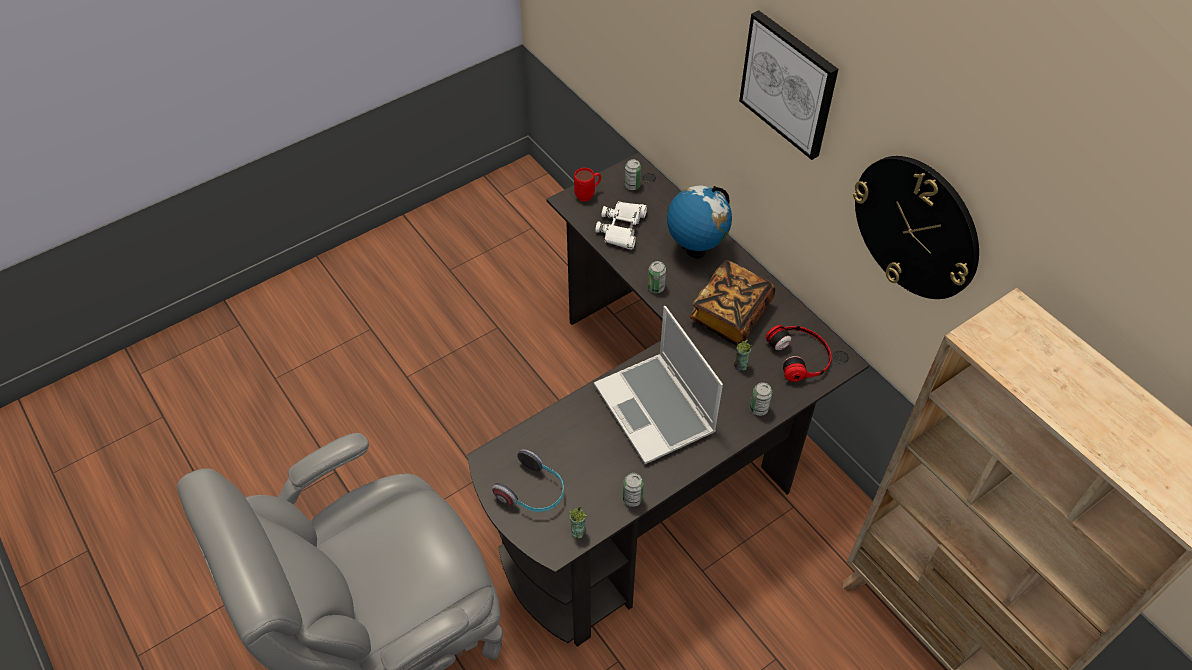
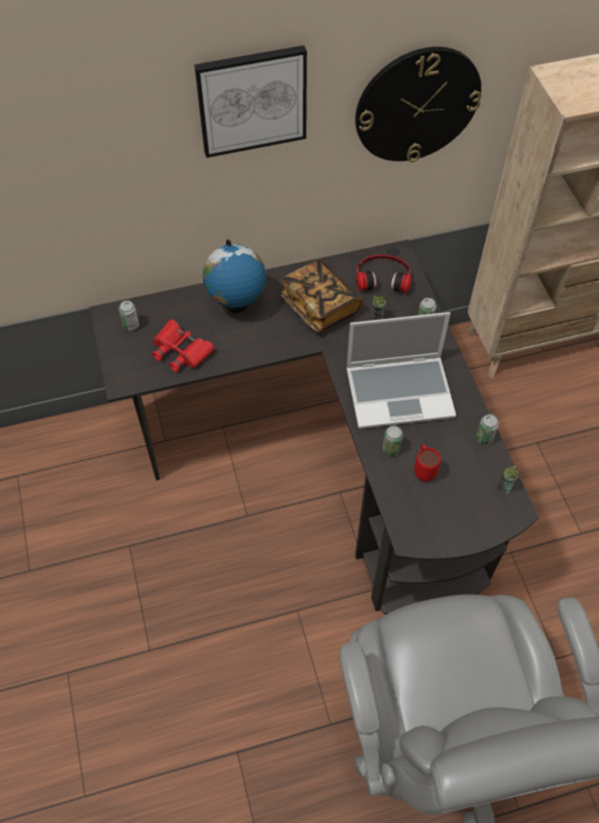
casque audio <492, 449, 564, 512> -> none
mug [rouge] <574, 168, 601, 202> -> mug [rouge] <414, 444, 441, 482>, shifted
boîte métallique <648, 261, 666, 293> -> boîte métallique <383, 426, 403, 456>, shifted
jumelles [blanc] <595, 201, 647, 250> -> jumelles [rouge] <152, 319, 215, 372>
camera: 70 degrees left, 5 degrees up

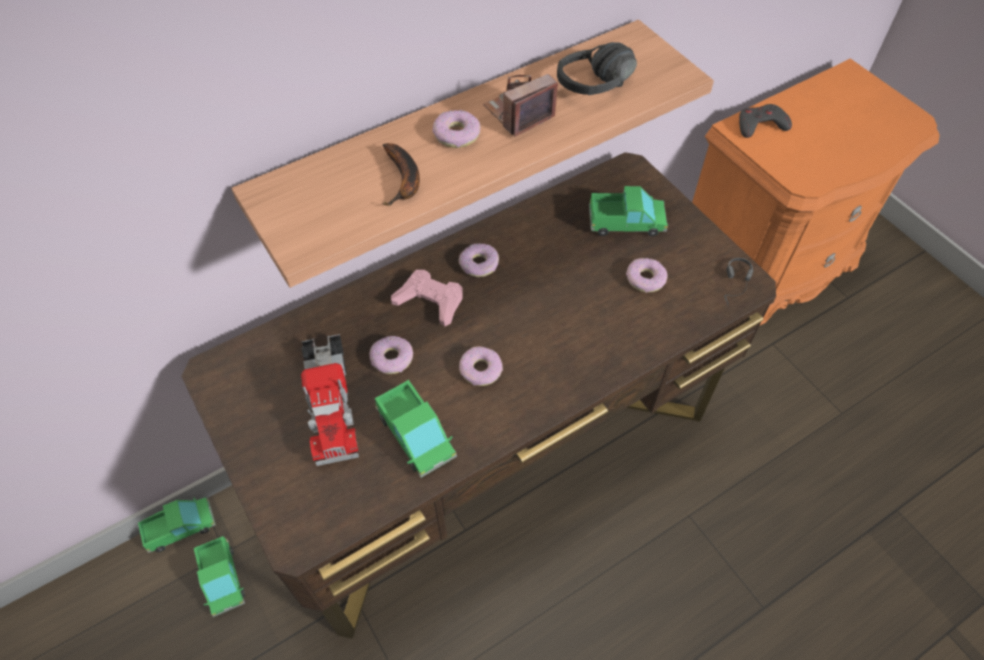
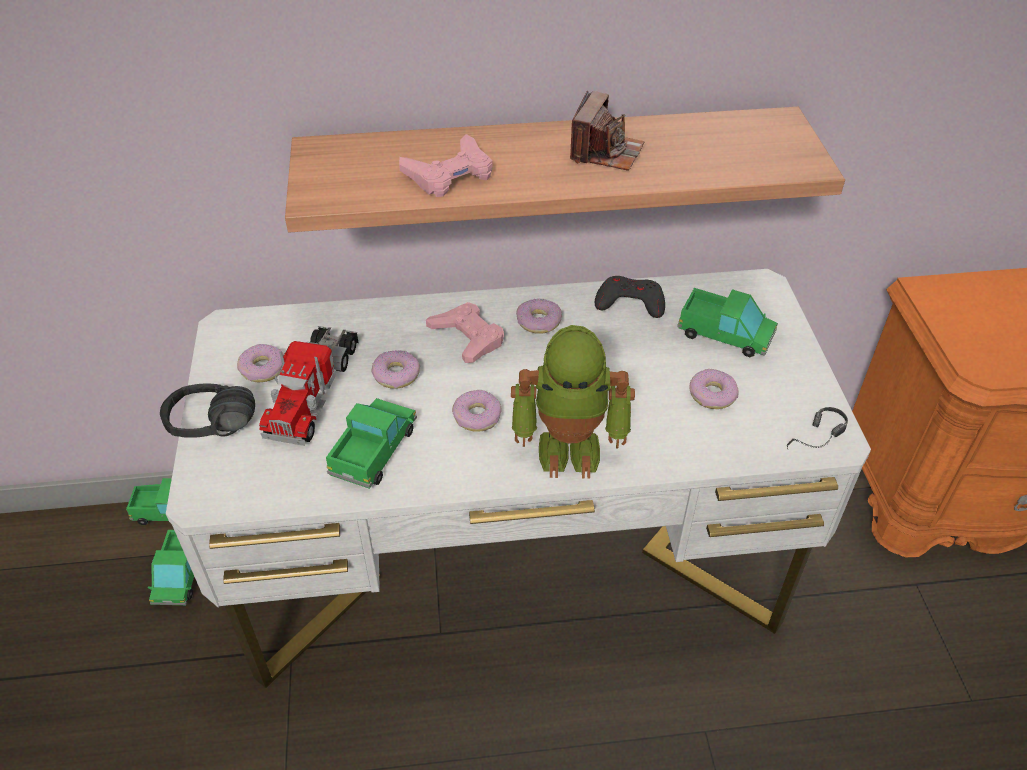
none -> robot jouet <511, 325, 635, 479>
beignet <433, 110, 481, 148> -> beignet <237, 344, 284, 382>, shifted
casque audio [noir] <557, 42, 637, 95> -> casque audio [noir] <160, 383, 255, 438>, shifted
manette [gris] <739, 104, 792, 138> -> manette [gris] <595, 276, 665, 318>, shifted
banane <382, 143, 420, 206> -> manette [rose] <399, 134, 493, 197>
bureau [marron] <181, 152, 776, 639> -> bureau [blanc] <166, 269, 871, 688>
camion jouet <375, 380, 457, 478> -> camion jouet <326, 398, 417, 489>, 150 degrees counterclockwise
appareil photo <483, 74, 558, 137> -> appareil photo <570, 91, 645, 171>, 120 degrees clockwise
camera: 25 degrees right, 10 degrees down

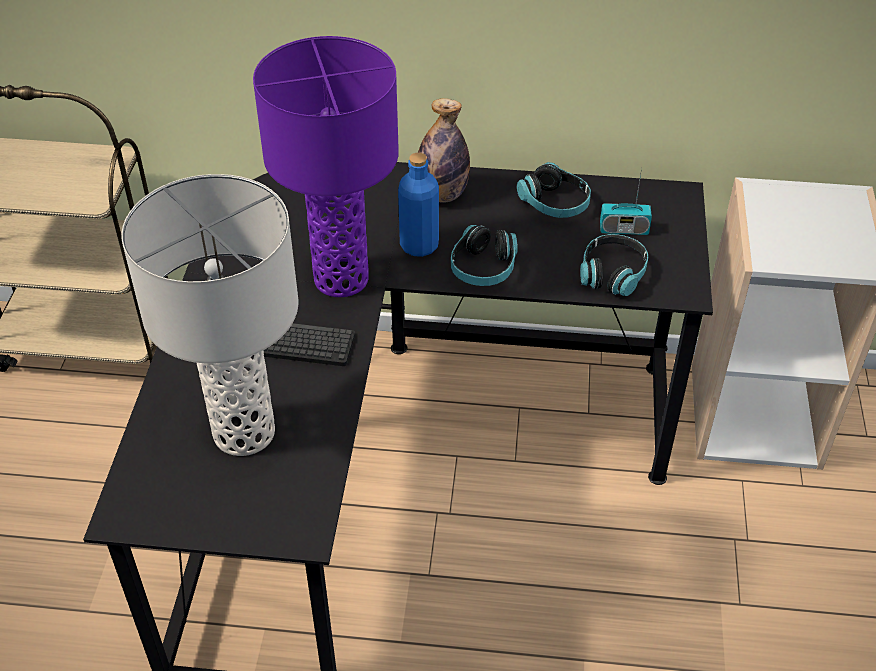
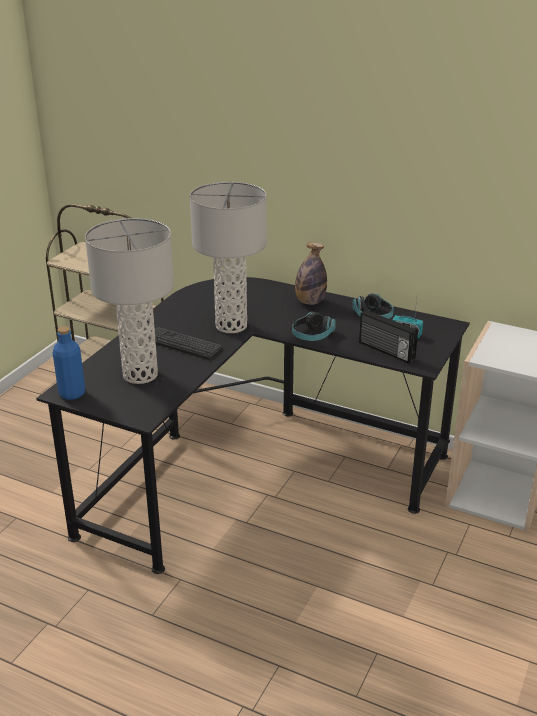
bouteille [bleu] <398, 153, 439, 257> -> bouteille [bleu] <53, 326, 85, 400>, shifted
casque audio <580, 234, 648, 296> -> radio <359, 309, 418, 363>
lampe de table [violet] <253, 36, 399, 297> -> lampe de table [blanc] <190, 182, 266, 333>
camera: 20 degrees right, 15 degrees down

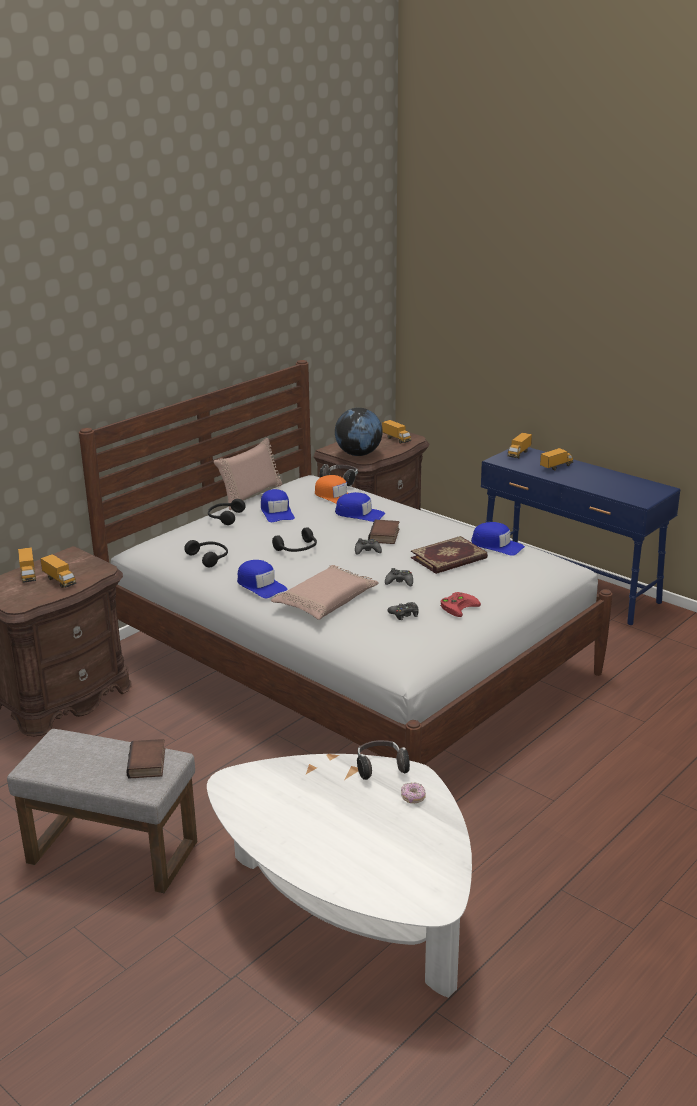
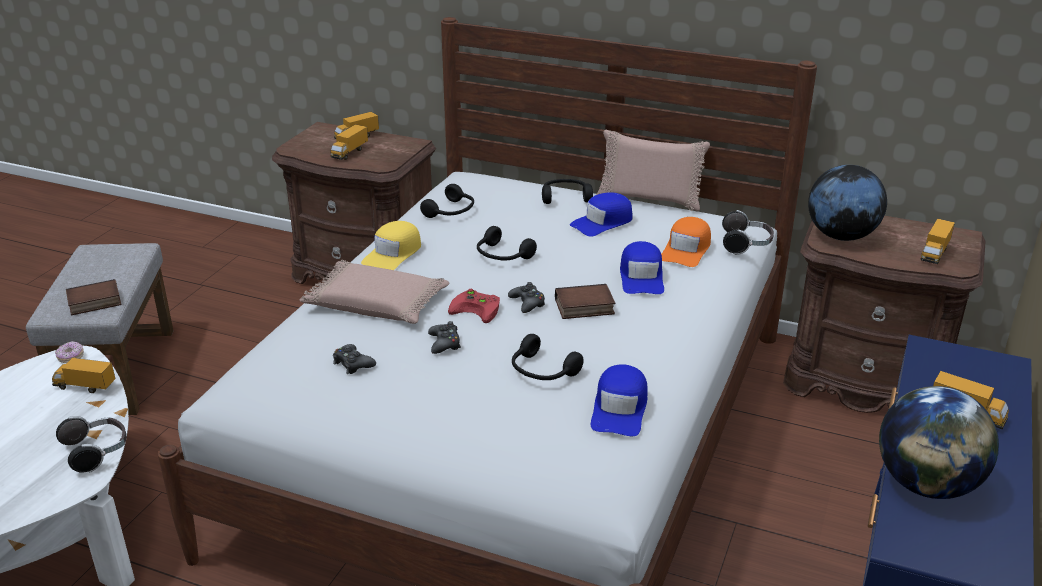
none -> globe <879, 386, 999, 499>
beignet <401, 782, 426, 803> -> beignet <55, 341, 84, 363>, shifted
manette [rouge] <440, 592, 481, 617> -> manette [rouge] <448, 289, 500, 323>, shifted
camion jouet <507, 433, 532, 458> -> camion jouet <52, 358, 116, 393>, shifted
livre <411, 536, 488, 574> -> casque audio [noir] <512, 334, 584, 380>
casquette [bleu] <237, 560, 288, 598> -> casquette [jaune] <361, 221, 421, 270>
camera: 70 degrees right, 5 degrees up

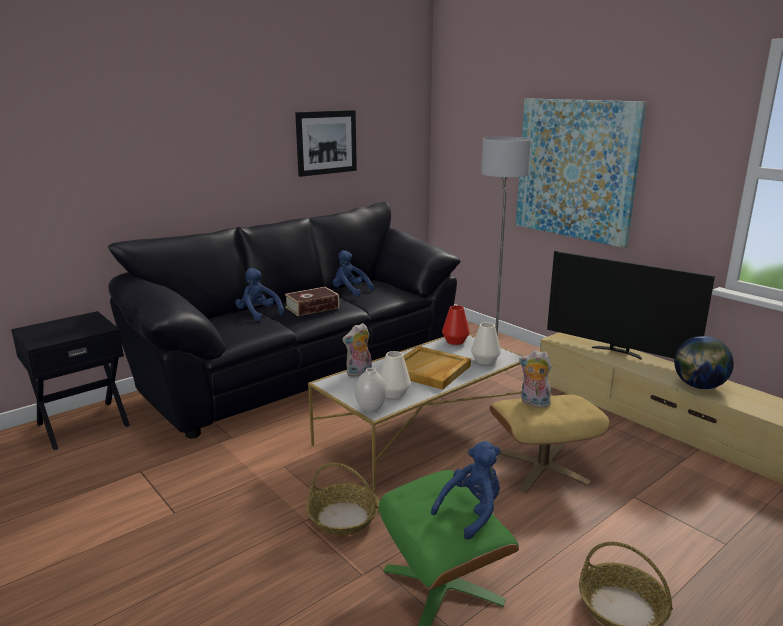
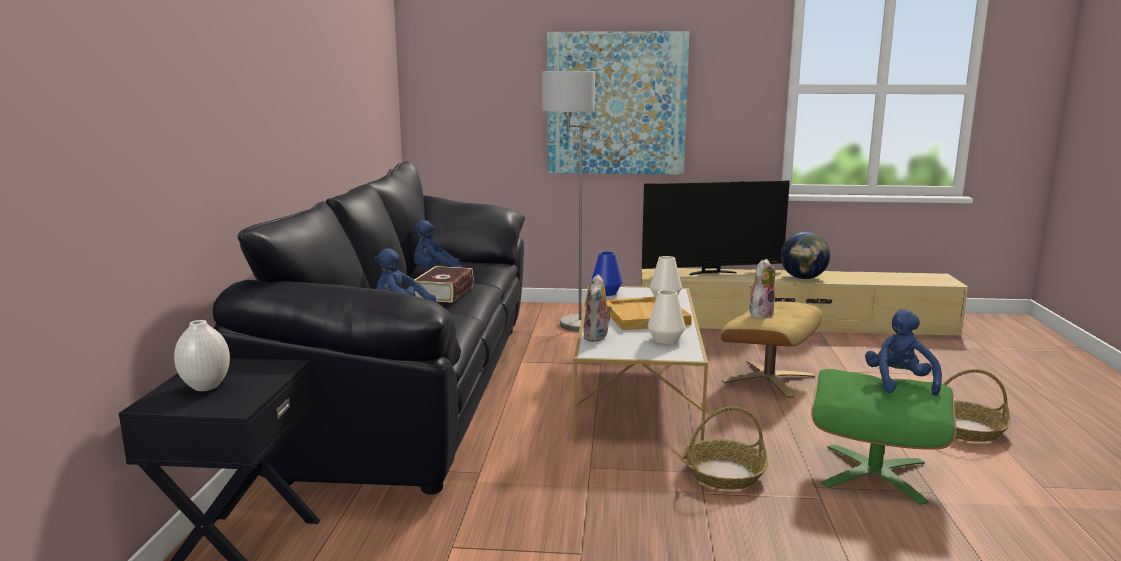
tableau <295, 110, 357, 177> -> none
vase [blanc] <355, 368, 387, 413> -> vase [blanc] <174, 320, 230, 391>, shifted
vase [rouge] <442, 305, 470, 345> -> vase [bleu] <591, 252, 622, 296>
peluche <519, 350, 552, 408> -> peluche <749, 259, 775, 318>, 150 degrees clockwise
camera: 45 degrees left, 5 degrees down

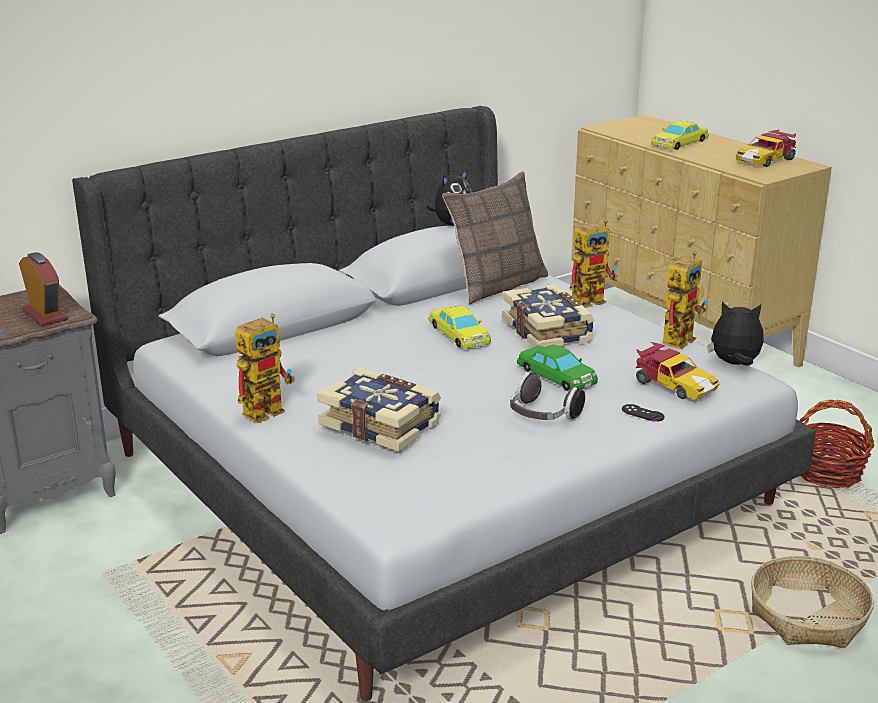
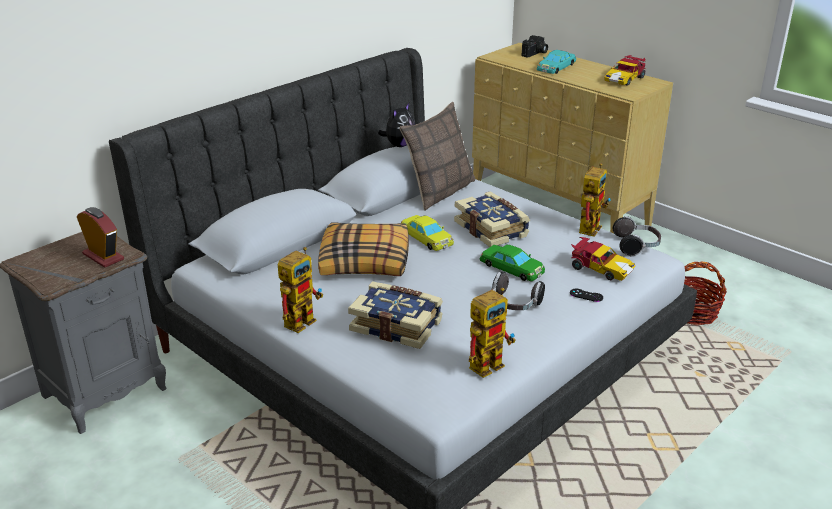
panier <751, 556, 874, 648> -> none
none -> coussin <318, 223, 409, 276>
none -> appareil photo <522, 35, 548, 57>
robot jouet <570, 220, 618, 308> -> robot jouet <469, 288, 516, 378>, shifted
peluche <707, 302, 764, 366> -> casque audio <613, 216, 661, 257>
petite voiture [jaune] <651, 121, 709, 150> -> petite voiture [turquoise] <537, 50, 576, 74>
camera: 10 degrees left, 5 degrees up

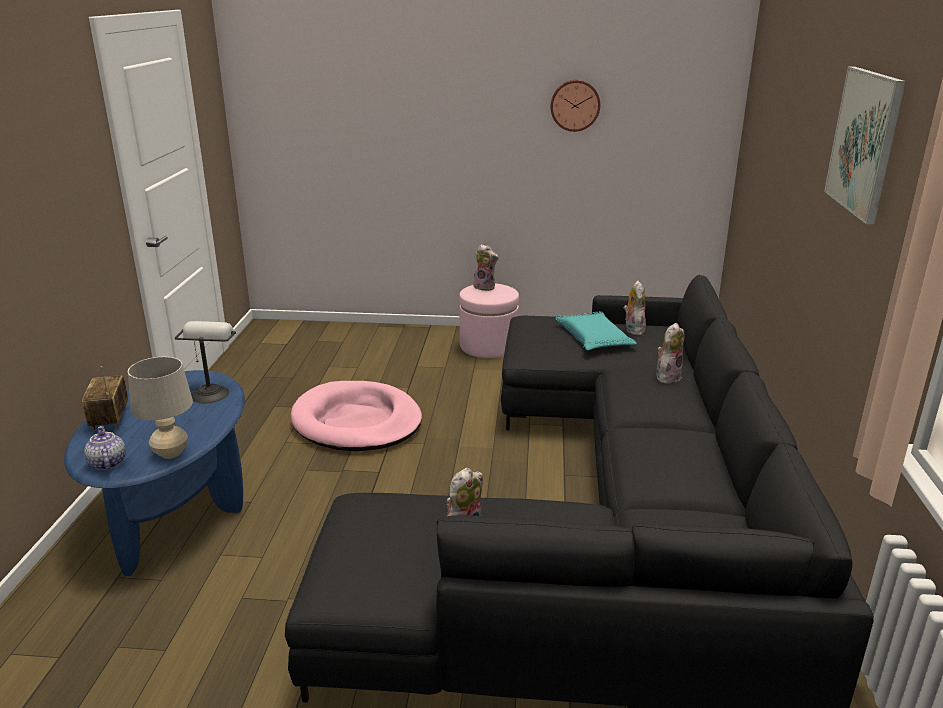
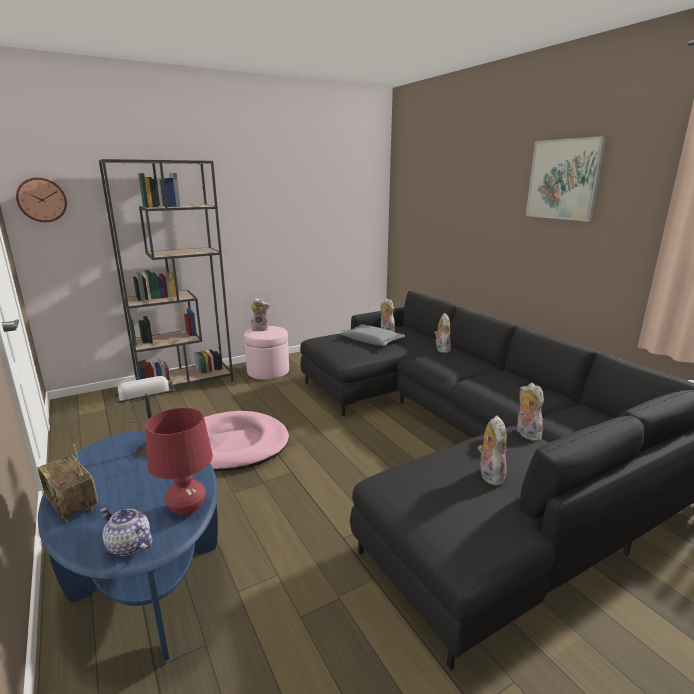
none -> bibliothèque <99, 159, 233, 400>
none -> peluche <517, 383, 544, 441>
horloge murale <551, 80, 600, 132> -> horloge murale <16, 177, 67, 222>, shifted
lampe de table [beige] <128, 357, 193, 459> -> lampe de table [rouge] <145, 407, 213, 516>
coussin [turquoise] <555, 311, 637, 351> -> coussin [gris] <341, 324, 405, 346>
camera: 35 degrees left, 5 degrees down

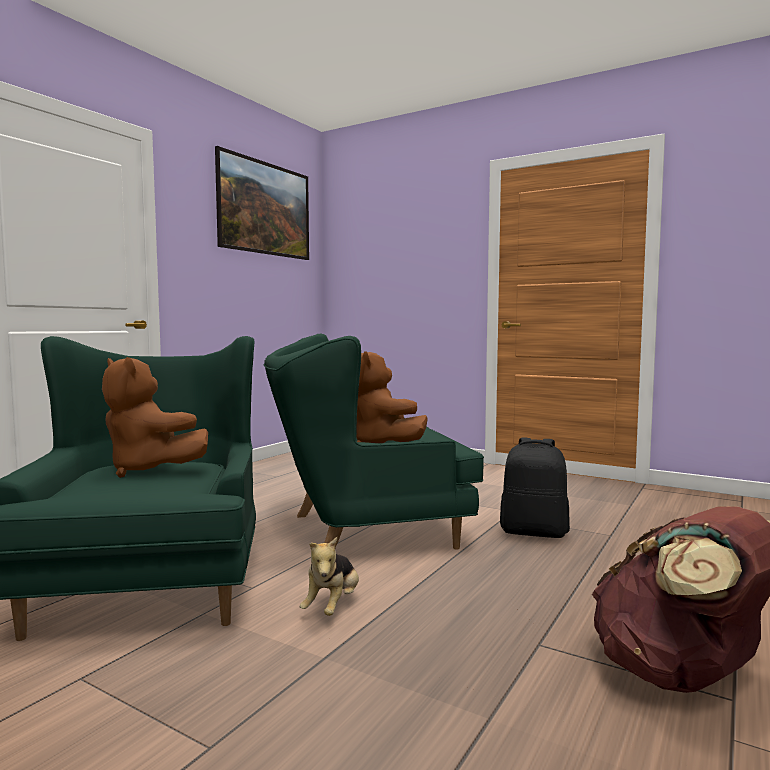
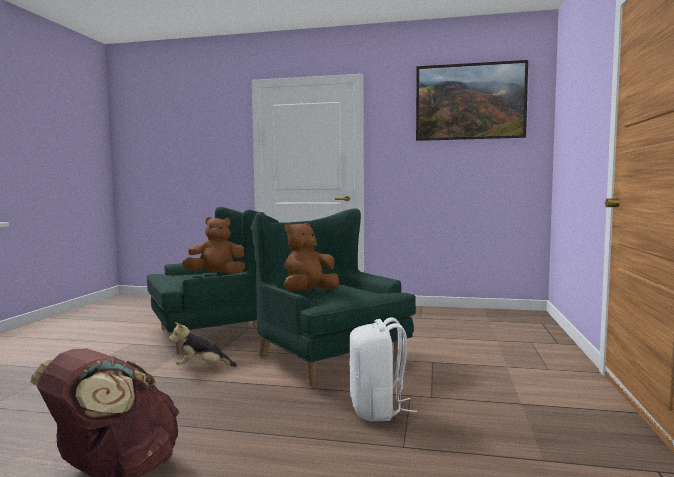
sac à dos [noir] <500, 437, 570, 538> -> sac à dos [blanc] <349, 317, 417, 421>
peluche [marron] <102, 357, 208, 478> -> peluche [marron] <182, 217, 245, 275>, 75 degrees clockwise
camera: 70 degrees right, 0 degrees up

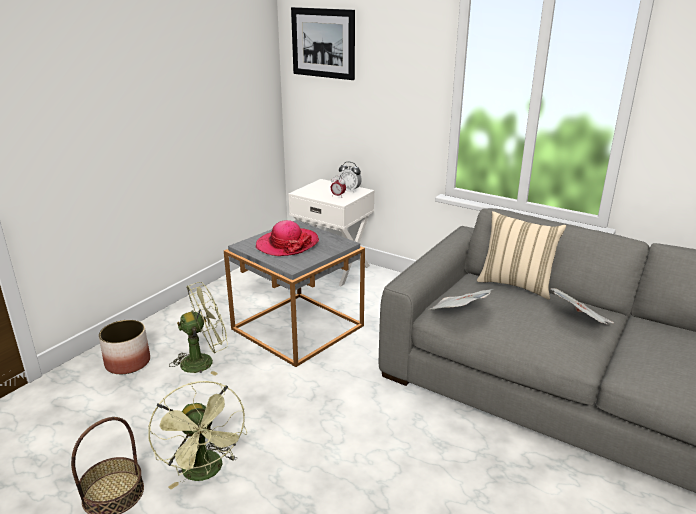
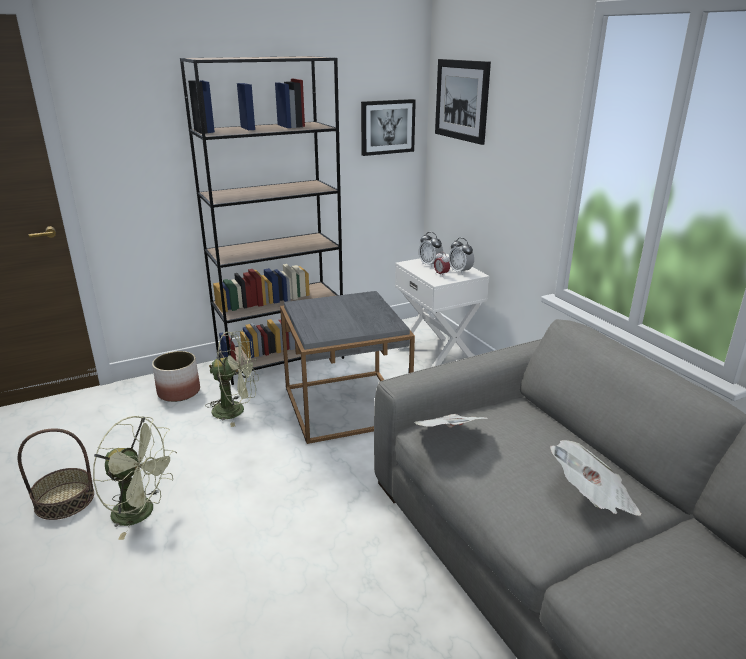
chapeau <256, 220, 319, 256> -> none
coussin [beige] <477, 211, 566, 300> -> none
none -> bibliothèque [beige] <180, 56, 344, 385>
none -> tableau <361, 99, 416, 156>
none -> réveil <419, 232, 443, 268>
ventilateur [vert] <148, 381, 247, 489> -> ventilateur [vert] <93, 416, 177, 540>, 75 degrees counterclockwise
camera: 30 degrees right, 0 degrees up

